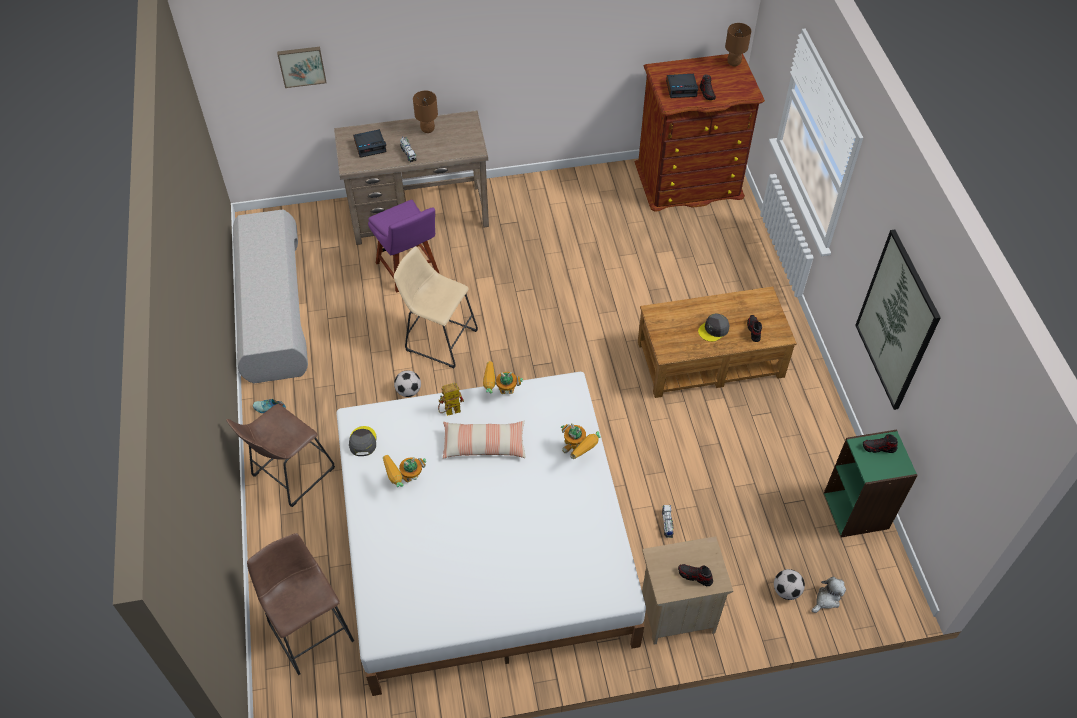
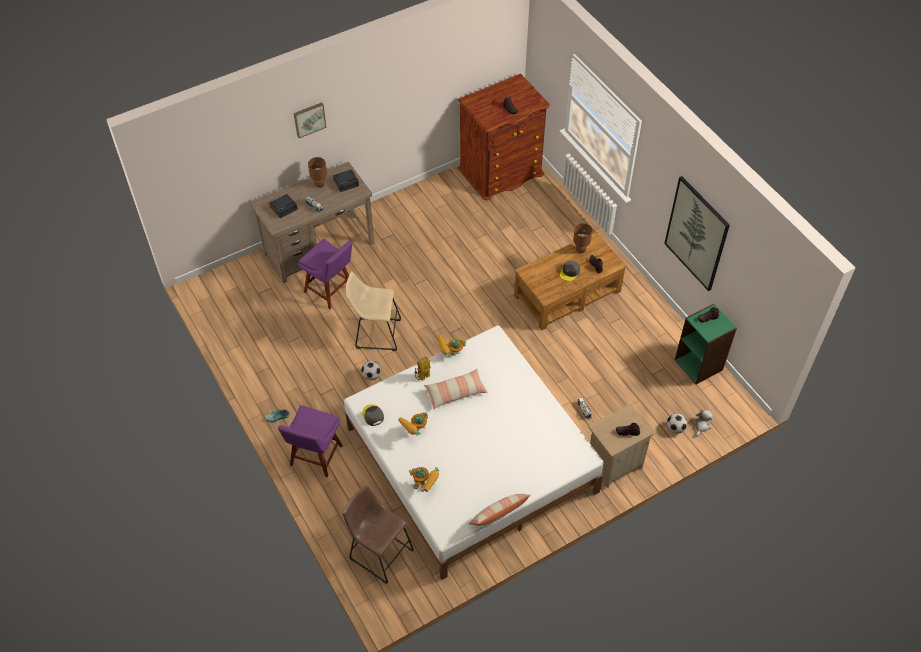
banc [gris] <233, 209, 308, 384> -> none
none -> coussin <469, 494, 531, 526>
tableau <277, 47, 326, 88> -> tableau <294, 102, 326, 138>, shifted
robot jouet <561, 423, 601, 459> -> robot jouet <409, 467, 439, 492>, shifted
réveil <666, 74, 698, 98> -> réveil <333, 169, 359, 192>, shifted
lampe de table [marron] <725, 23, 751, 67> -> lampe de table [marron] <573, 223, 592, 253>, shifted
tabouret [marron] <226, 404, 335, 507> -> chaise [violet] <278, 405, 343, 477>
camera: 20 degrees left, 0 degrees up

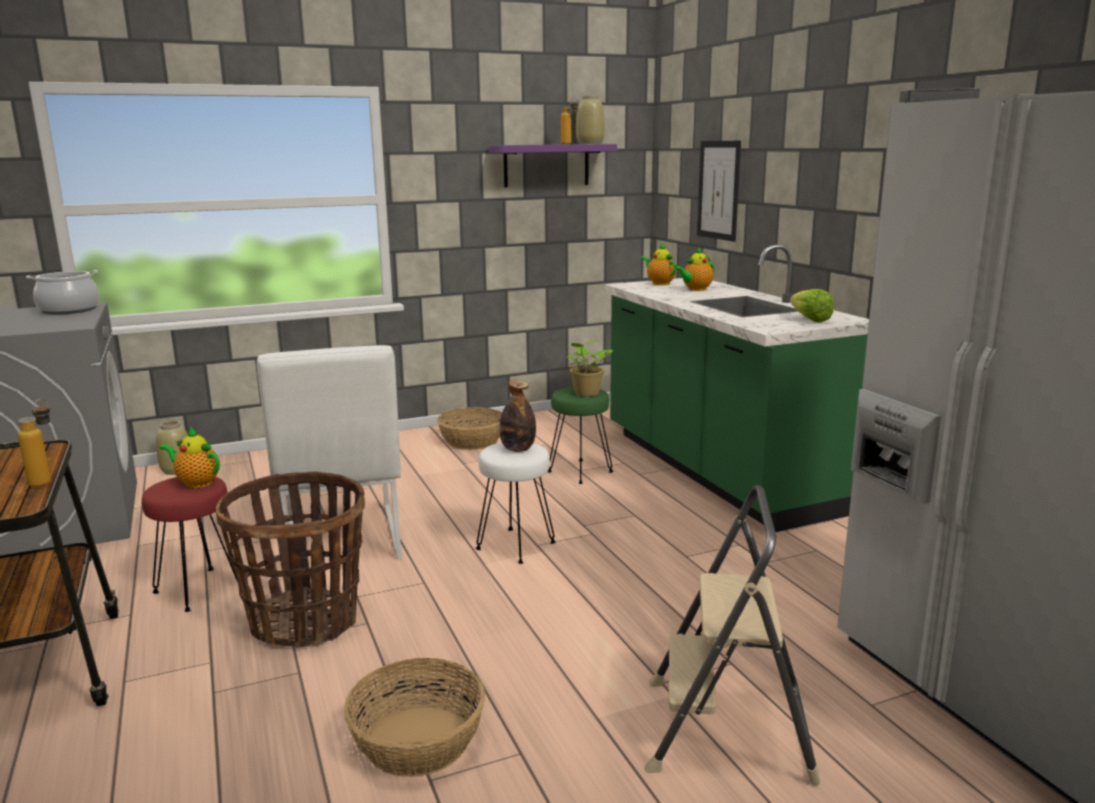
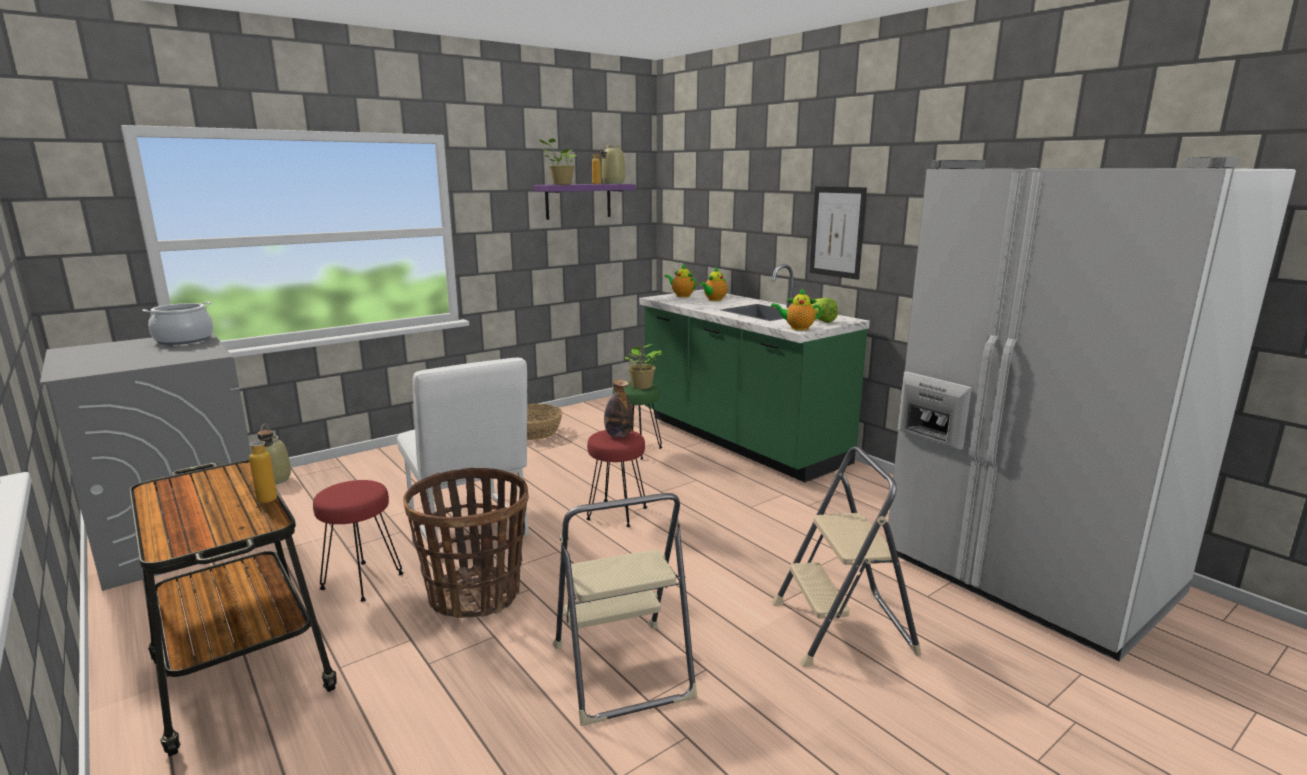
none -> plante en pot <539, 138, 577, 185>
théière <160, 427, 220, 488> -> théière <771, 288, 822, 330>, shifted
tableau <697, 141, 741, 242> -> tableau <809, 186, 867, 280>, shifted
panier <344, 658, 485, 777> -> escabeau [beige] <552, 493, 697, 726>
tabouret [blanc] <476, 443, 556, 564> -> tabouret [rouge] <586, 430, 647, 527>
camera: 15 degrees left, 0 degrees up

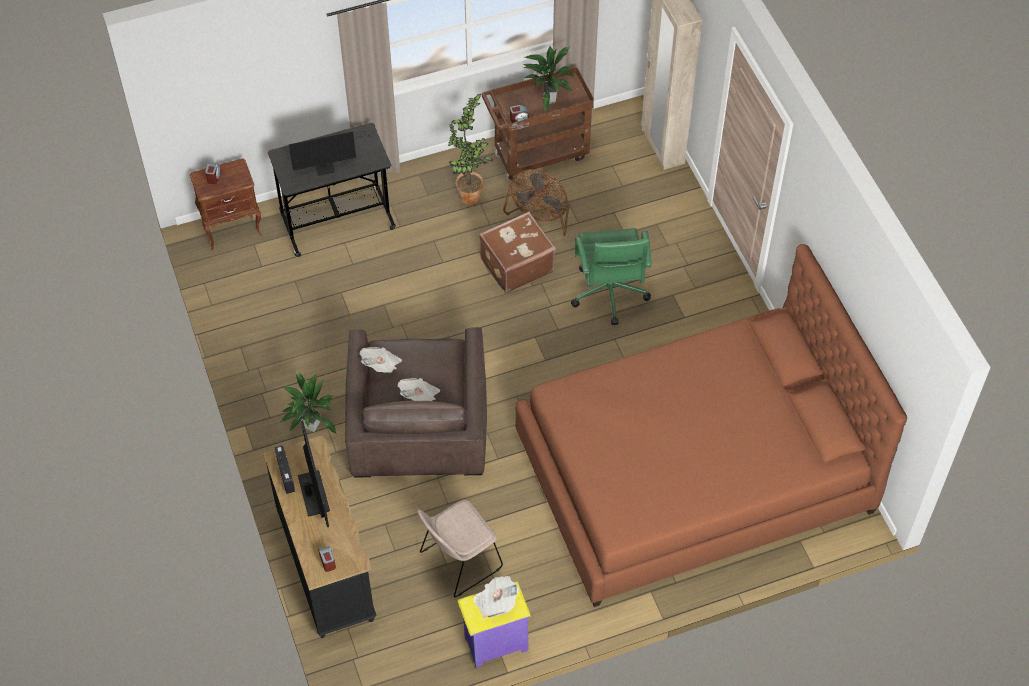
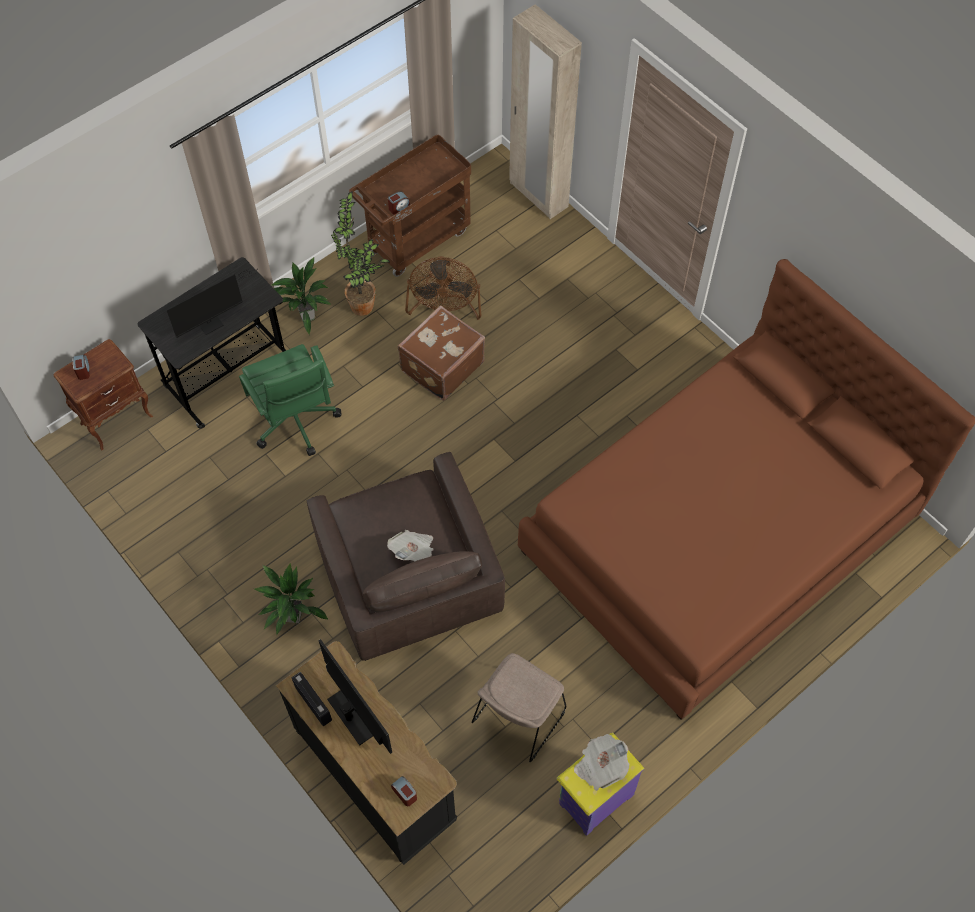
journal <360, 347, 402, 373> -> none
plante en pot <523, 45, 575, 112> -> plante en pot <271, 257, 330, 335>, shifted
chaise de bureau [vert] <571, 228, 652, 325> -> chaise de bureau [vert] <239, 344, 342, 456>, shifted
camera: 20 degrees left, 5 degrees up

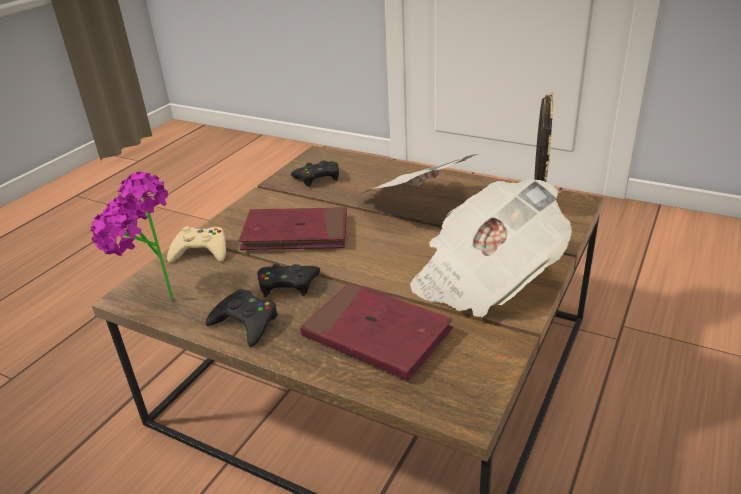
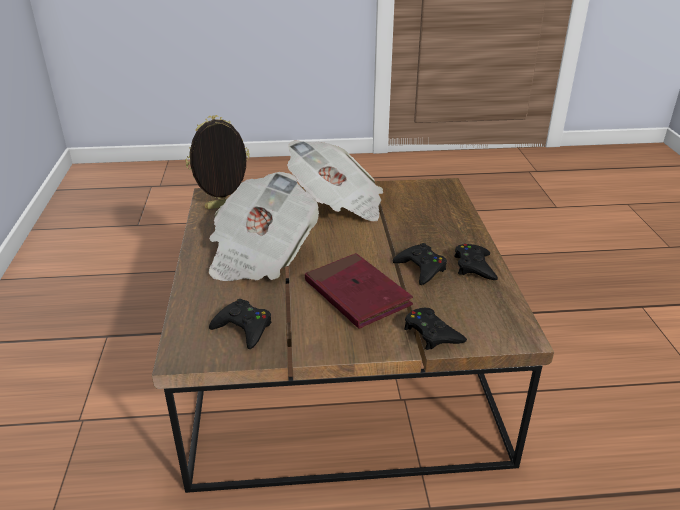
plante en pot <90, 172, 174, 300> -> none
livre [rouge] <300, 282, 453, 380> -> none
manette [beige] <167, 227, 226, 263> -> manette [noir] <404, 308, 467, 350>
camera: 125 degrees left, 0 degrees up

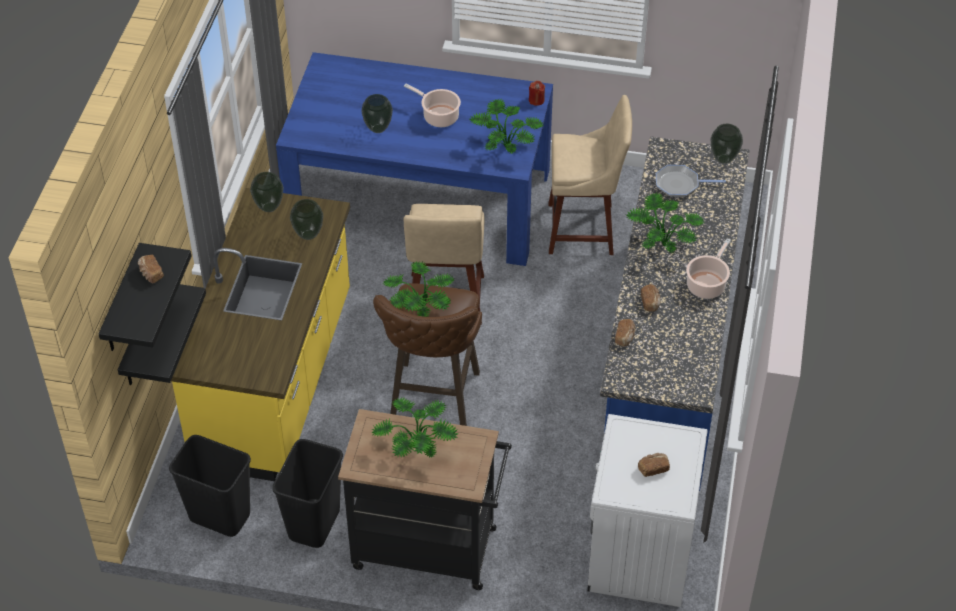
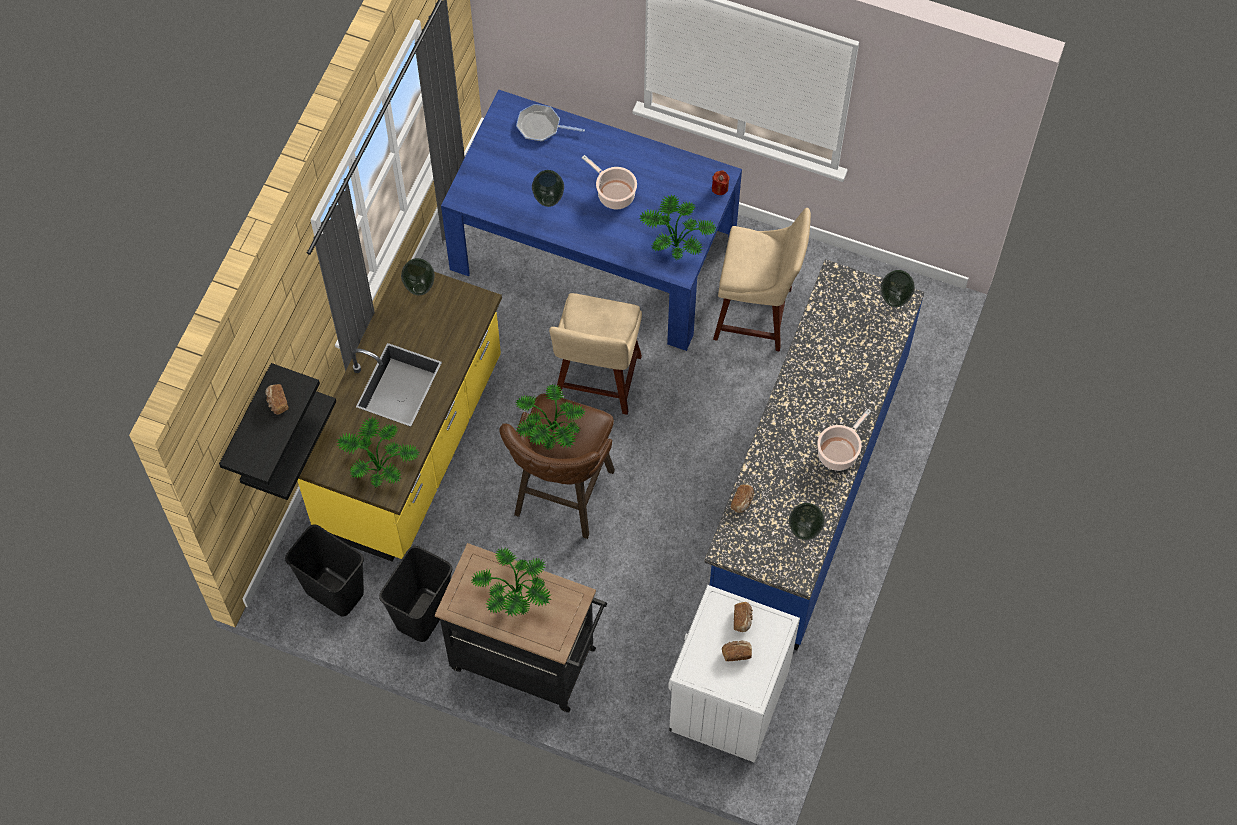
vase <290, 199, 323, 240> -> vase <789, 503, 824, 540>, shifted
plante en pot <626, 193, 704, 254> -> plante en pot <337, 417, 419, 488>, shifted
pain <641, 284, 661, 312> -> pain <734, 602, 753, 632>, shifted
poêle <656, 165, 726, 197> -> poêle <516, 104, 585, 141>, shifted
camera: 10 degrees right, 15 degrees up

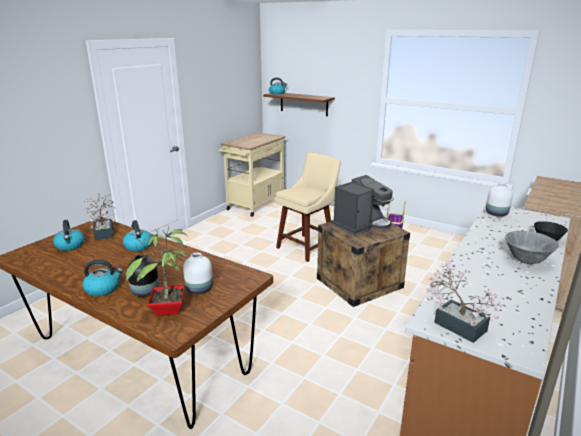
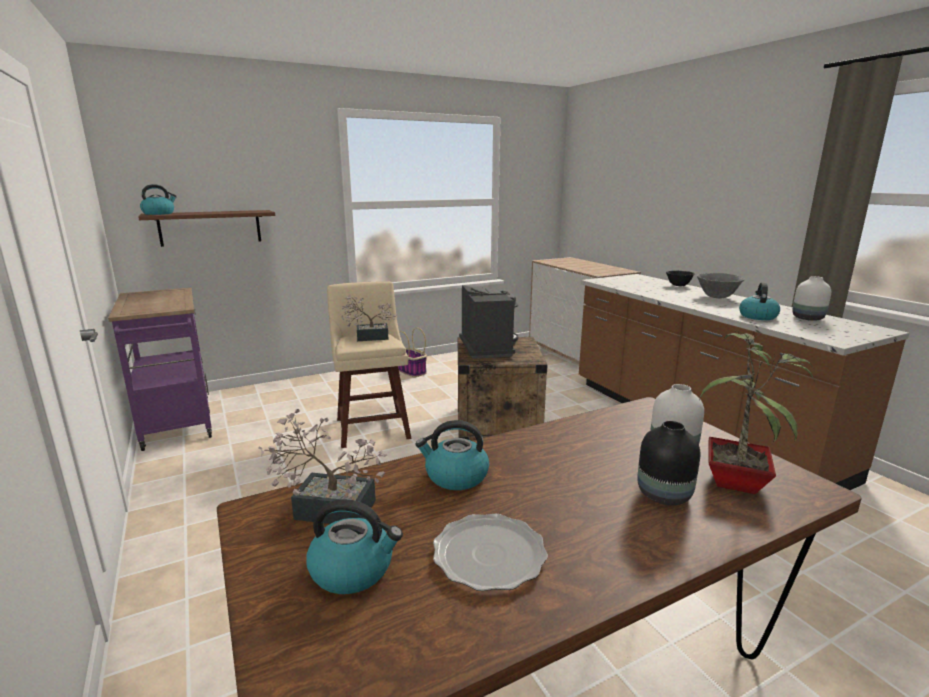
none -> assiette <433, 513, 548, 591>
bouilloire <82, 260, 123, 296> -> bouilloire <739, 282, 780, 320>, shifted
plante en pot <426, 260, 503, 343> -> plante en pot <341, 295, 396, 341>, shifted
vase [blanc] <486, 183, 513, 217> -> vase [blanc] <792, 276, 831, 320>, shifted
chariot [beige] <219, 132, 285, 217> -> chariot [violet] <108, 287, 212, 451>
camera: 60 degrees left, 5 degrees down

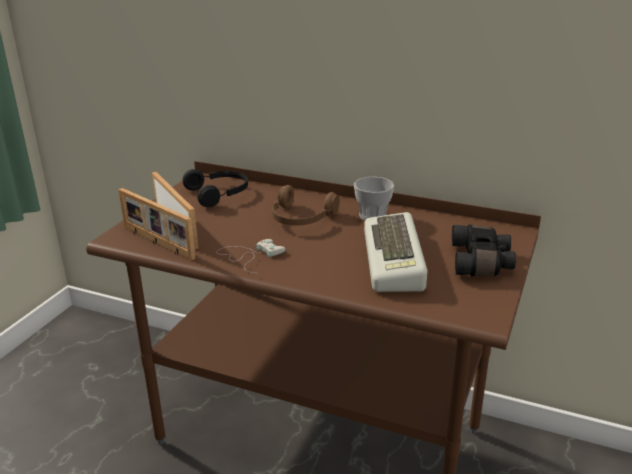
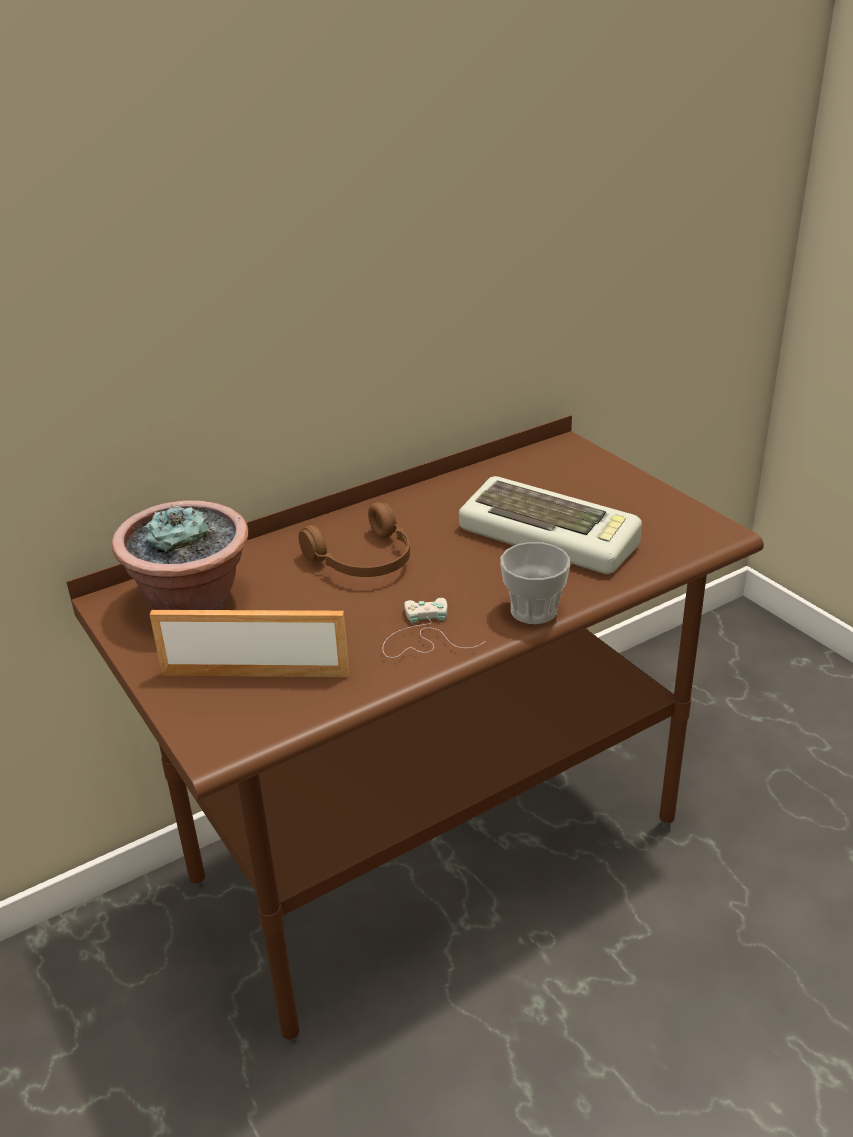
cadre photo <118, 188, 195, 261> -> none
jumelles [noir] <452, 225, 516, 276> -> none
tasse <354, 177, 394, 221> -> tasse <500, 542, 570, 624>, shifted
casque audio [noir] <183, 169, 248, 207> -> plante en pot <112, 500, 248, 610>
camera: 55 degrees left, 5 degrees up

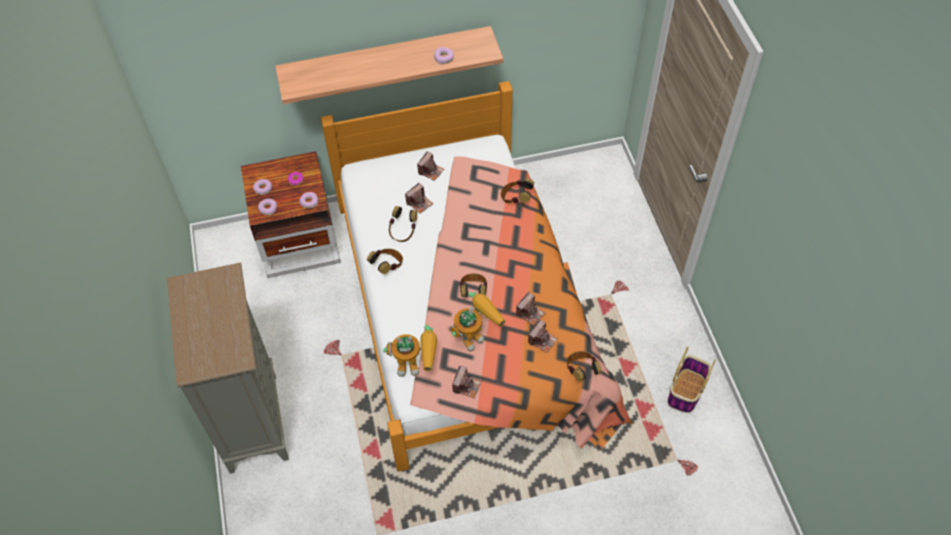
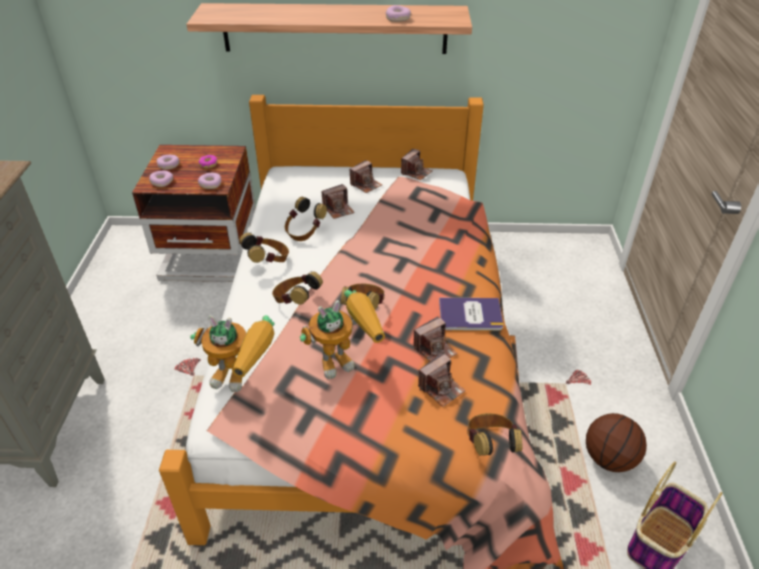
none -> livre <439, 298, 503, 331>
none -> ballon de basket <586, 413, 647, 472>
appareil photo <452, 366, 482, 398> -> appareil photo <401, 149, 432, 180>, shifted
casque audio <501, 178, 534, 203> -> casque audio <272, 271, 323, 305>, shifted
camera: 15 degrees right, 15 degrees down

